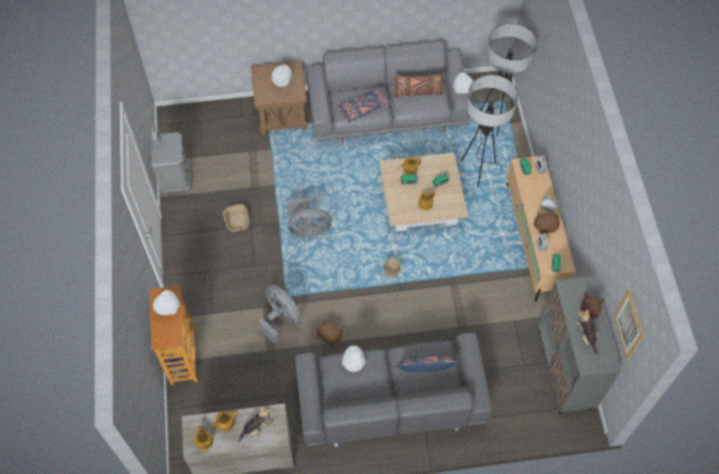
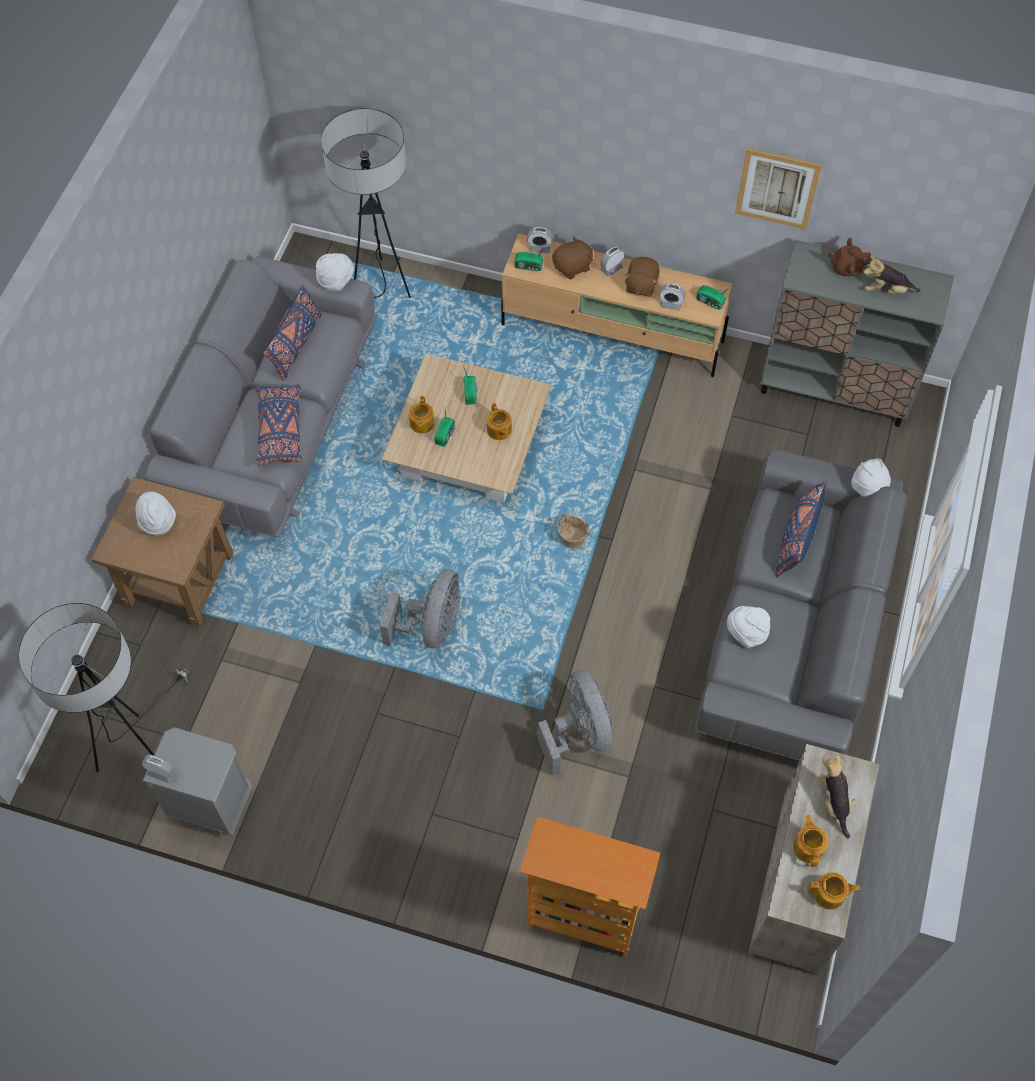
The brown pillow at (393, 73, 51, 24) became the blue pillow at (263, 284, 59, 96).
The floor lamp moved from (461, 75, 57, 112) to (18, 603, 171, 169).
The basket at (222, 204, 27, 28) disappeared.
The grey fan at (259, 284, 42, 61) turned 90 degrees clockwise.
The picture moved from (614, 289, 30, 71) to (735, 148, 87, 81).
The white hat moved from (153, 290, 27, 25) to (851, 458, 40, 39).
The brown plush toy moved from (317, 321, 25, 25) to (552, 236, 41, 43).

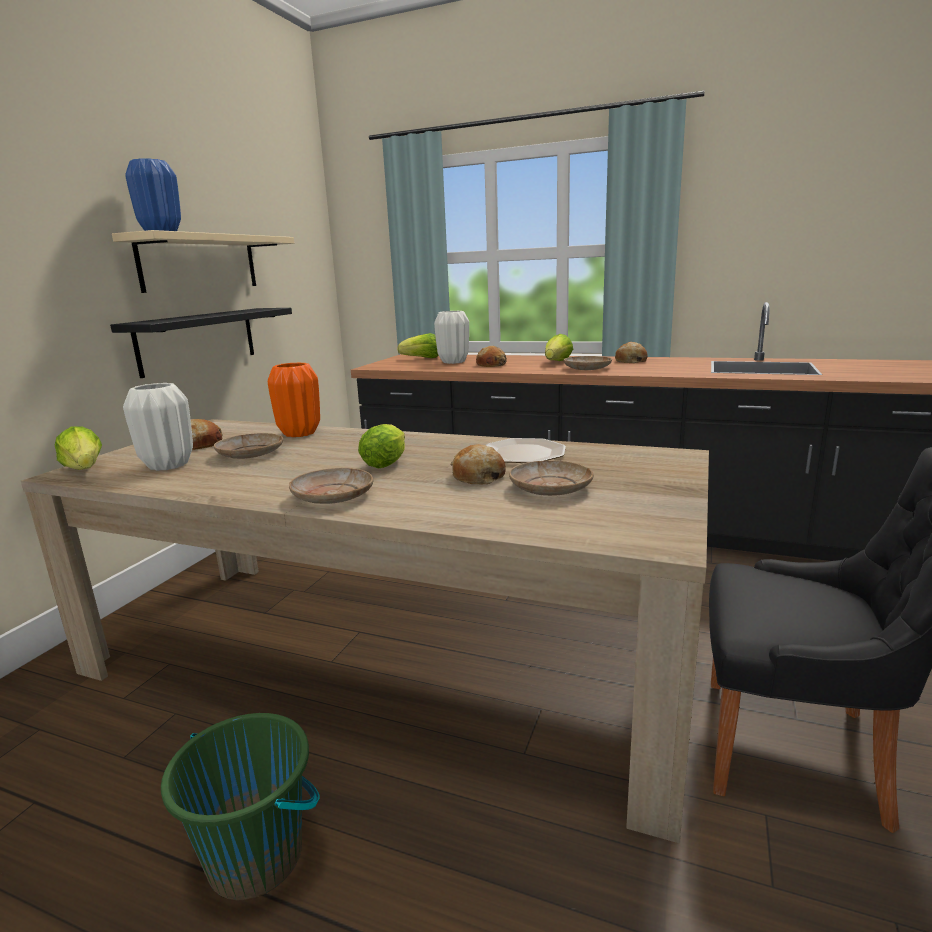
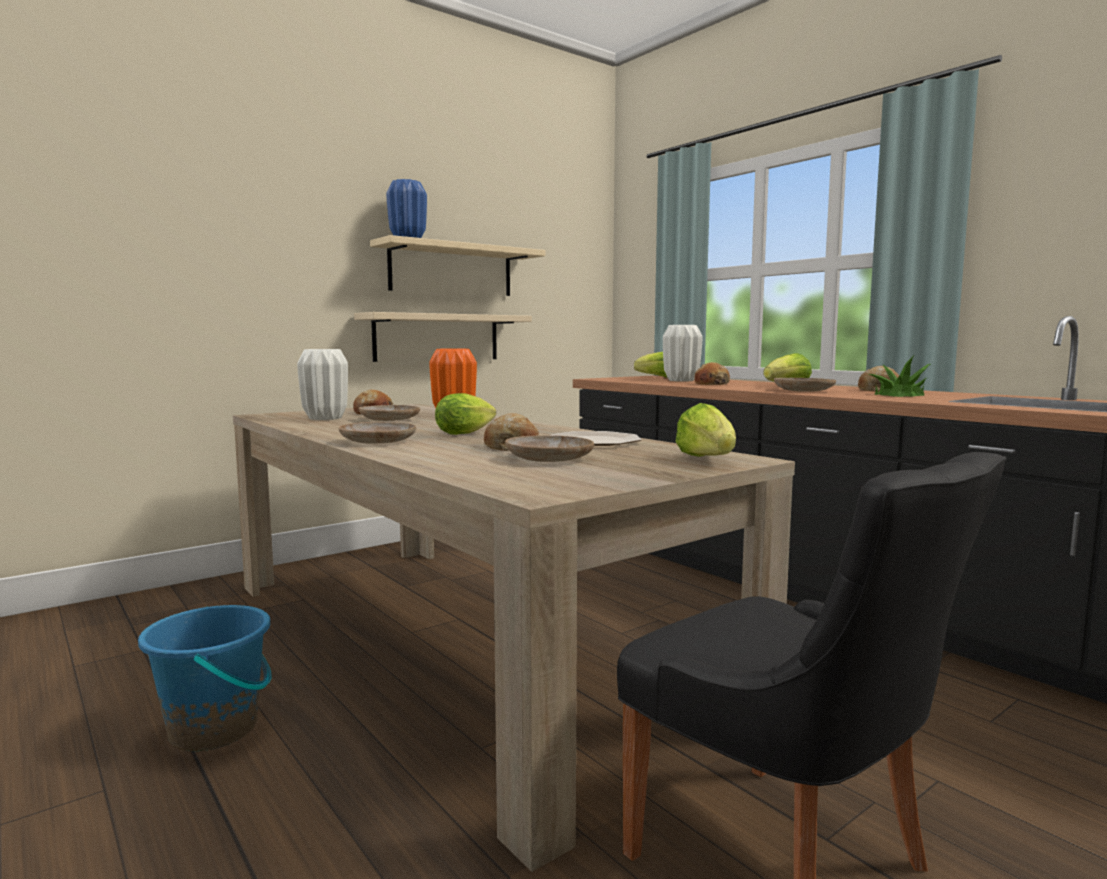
The black shelf at (110, 308, 182, 70) became the beige shelf at (354, 312, 178, 50).
The lettuce moved from (55, 427, 47, 43) to (675, 403, 61, 54).
The green bucket at (161, 713, 159, 187) became the blue bucket at (138, 605, 134, 146).
The potted plant at (868, 356, 63, 41) appeared.

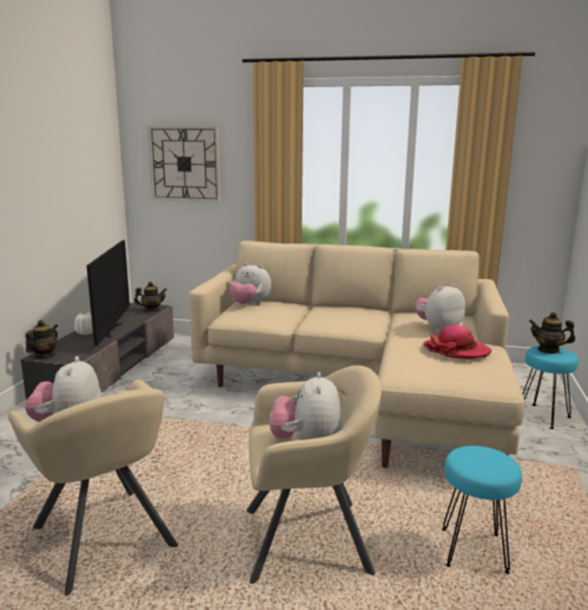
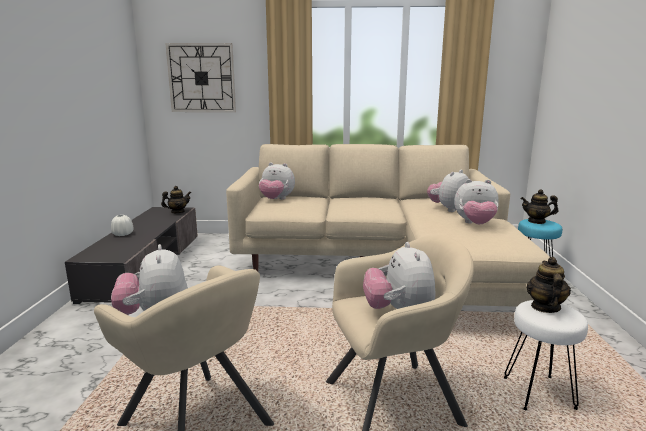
The television at (87, 240, 43, 106) disappeared.
The teapot moved from (25, 320, 33, 39) to (526, 257, 45, 56).
The hat at (423, 325, 69, 34) was replaced by the plush toy at (455, 179, 44, 45).
The turquoise stool at (442, 446, 80, 128) became the white stool at (504, 300, 84, 110).

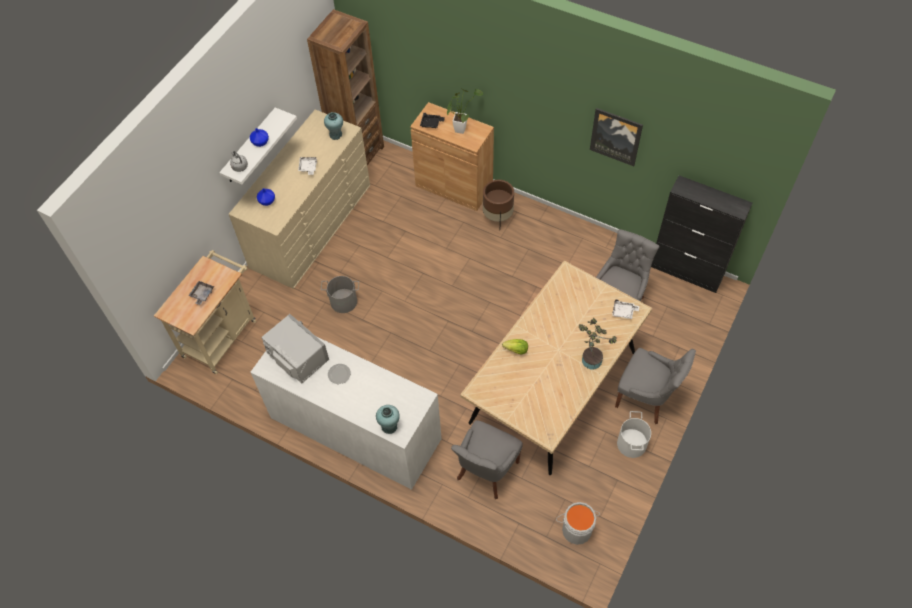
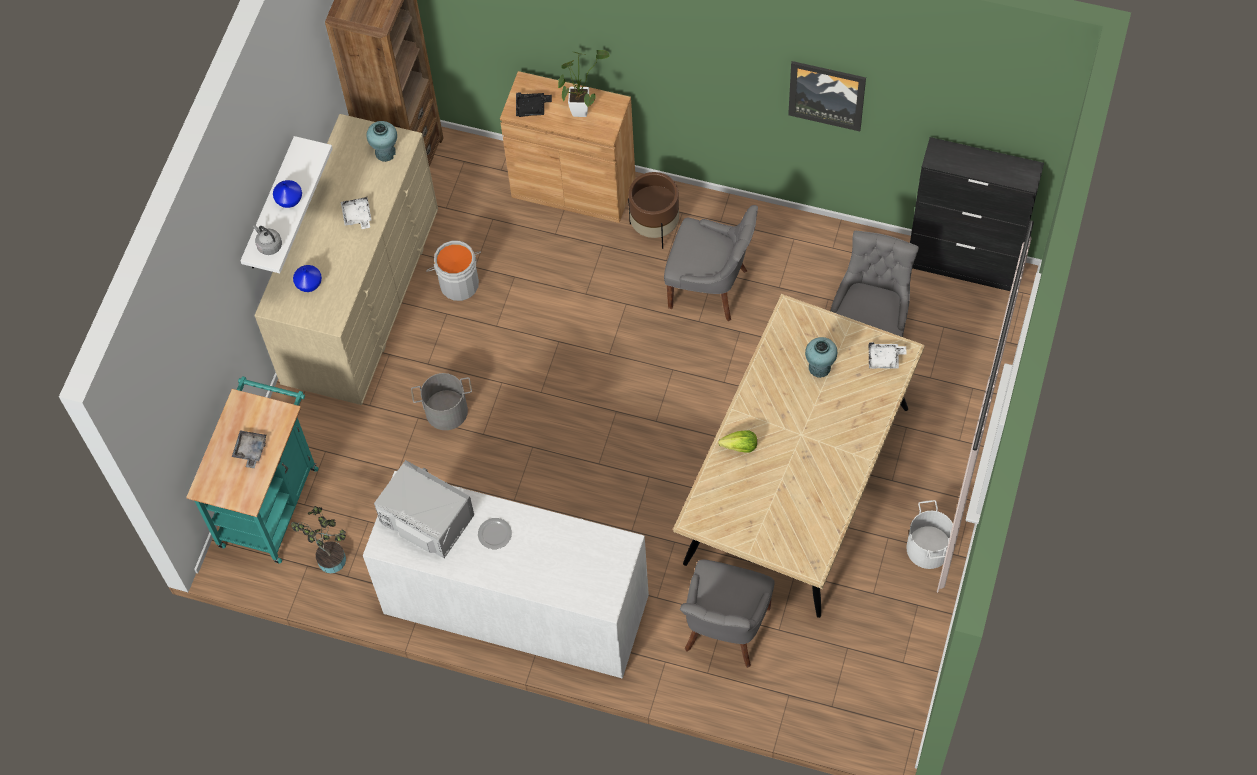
The beige cart at (154, 250, 102, 124) became the turquoise cart at (186, 376, 133, 187).
The potted plant moved from (579, 318, 38, 52) to (291, 506, 55, 67).
The grey chair moved from (615, 348, 81, 76) to (664, 205, 94, 116).
The turquoise vase moved from (376, 405, 24, 29) to (805, 337, 32, 41).
The grey bucket moved from (556, 502, 44, 43) to (426, 241, 55, 60).

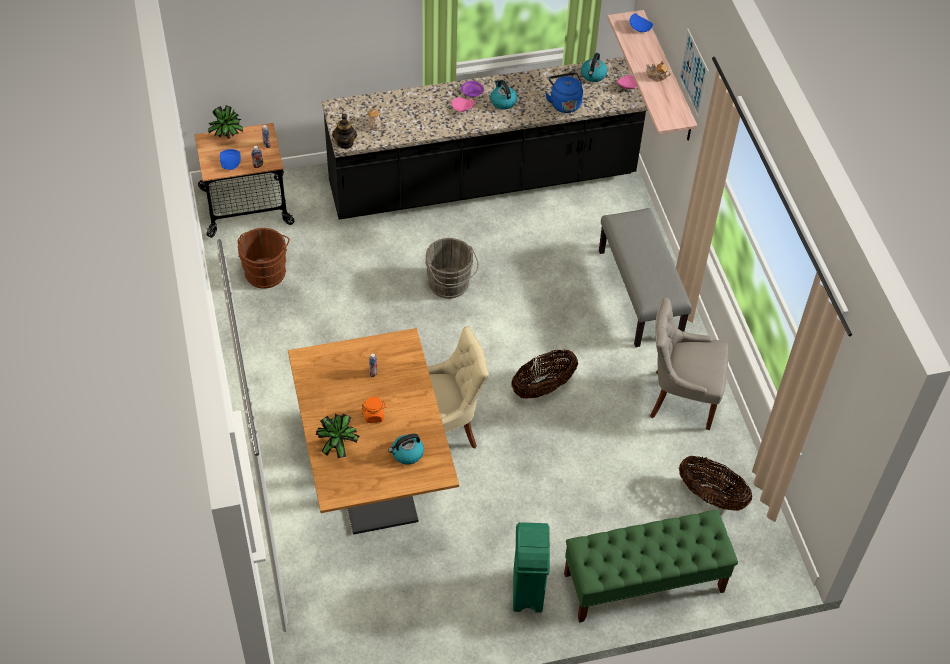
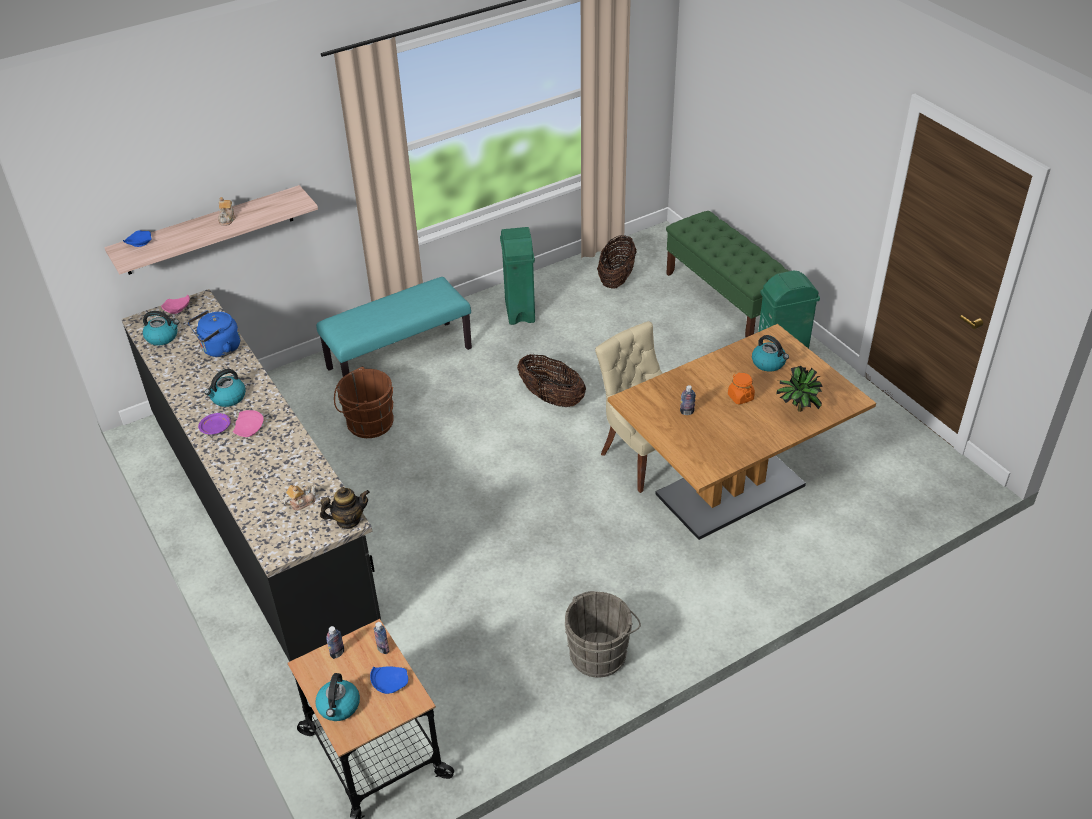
The picture at (679, 28, 30, 91) disappeared.
The potted plant at (208, 105, 35, 34) was replaced by the kettle at (315, 673, 45, 48).
The grey bench at (599, 208, 93, 139) became the turquoise bench at (316, 277, 156, 100).
The brown bucket moved from (237, 228, 53, 61) to (334, 367, 60, 71).
The grey bucket moved from (425, 238, 54, 61) to (565, 591, 76, 87).
The grey chair at (650, 297, 78, 133) was replaced by the green trash can at (500, 227, 35, 98).

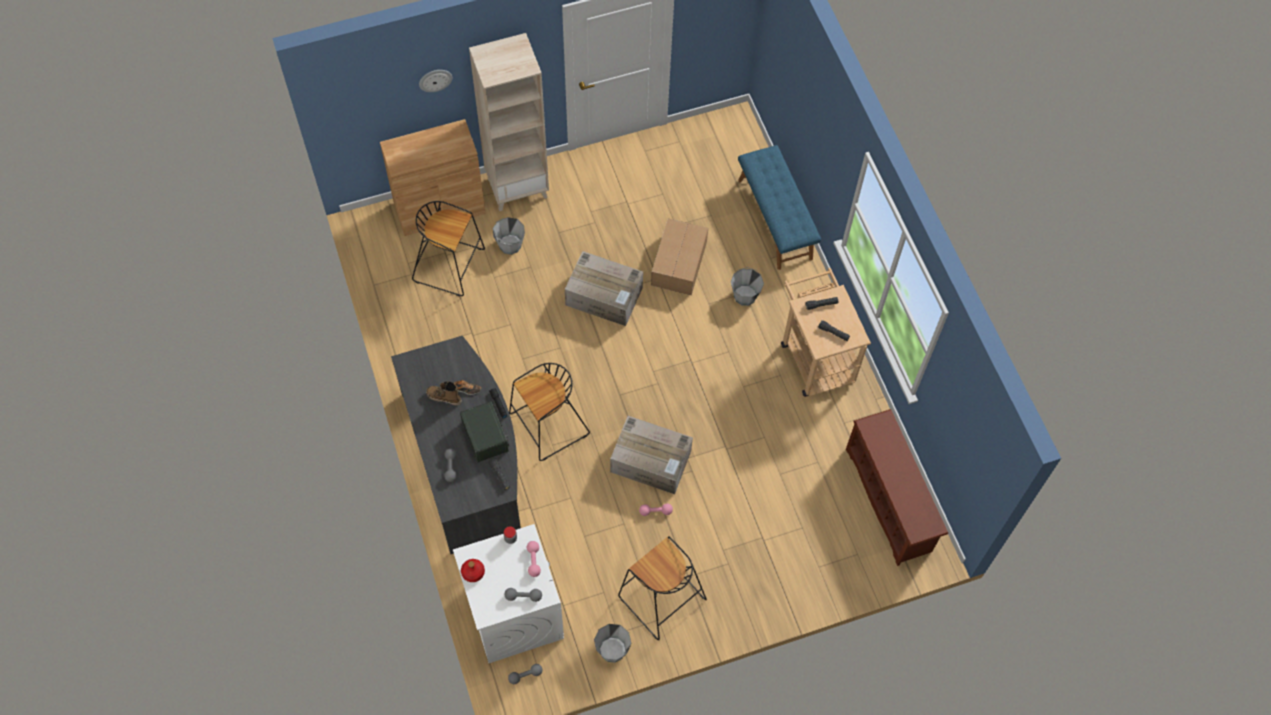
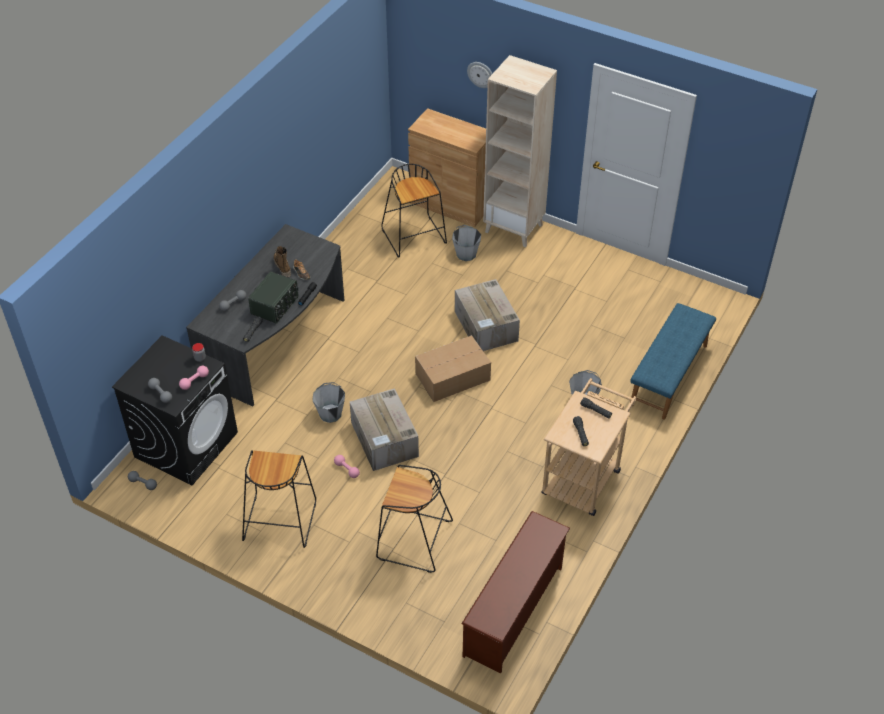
The cardboard box moved from (651, 219, 57, 76) to (415, 335, 76, 67).
The black stool moved from (509, 363, 81, 98) to (376, 465, 77, 108).
The white washing machine at (453, 524, 111, 139) became the black washing machine at (112, 335, 126, 150).
The red bottle at (461, 559, 24, 23) disappeared.
The grey bucket moved from (594, 624, 37, 39) to (312, 382, 33, 41).

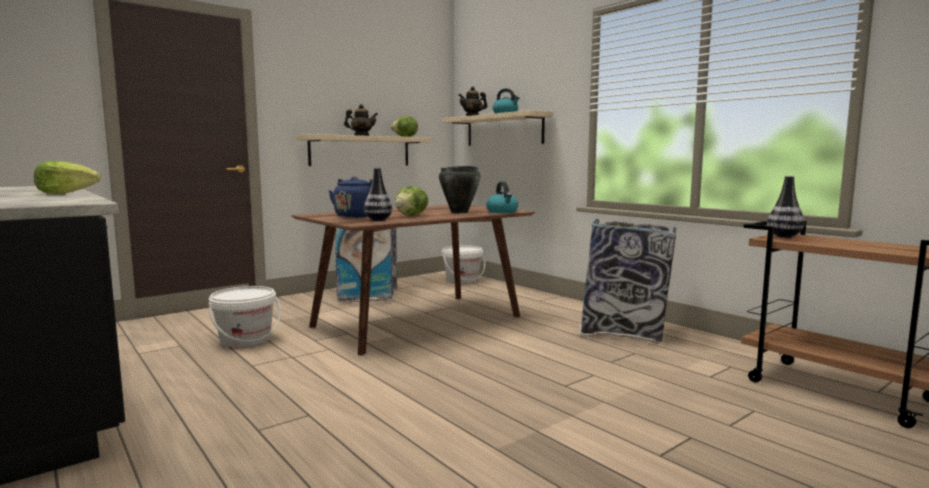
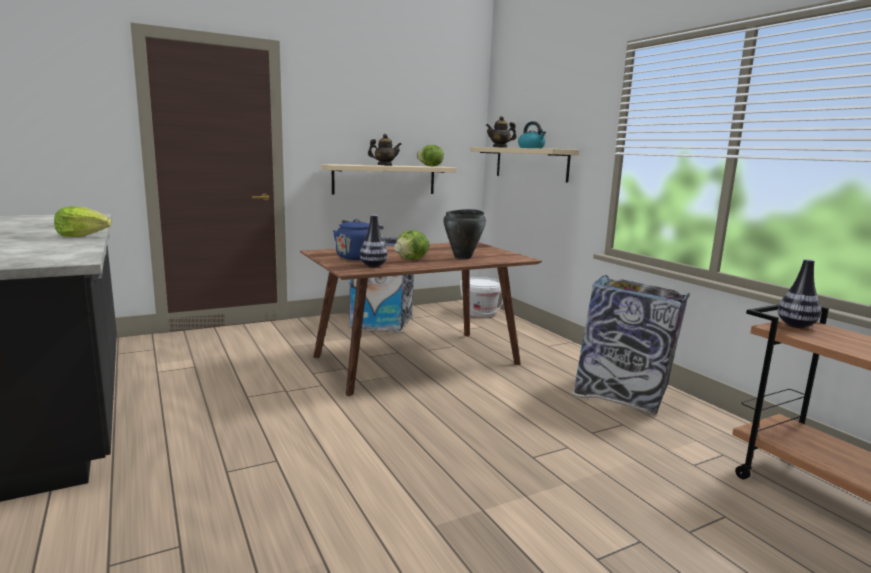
The kettle at (486, 181, 32, 32) disappeared.
The white bucket at (209, 286, 72, 62) disappeared.

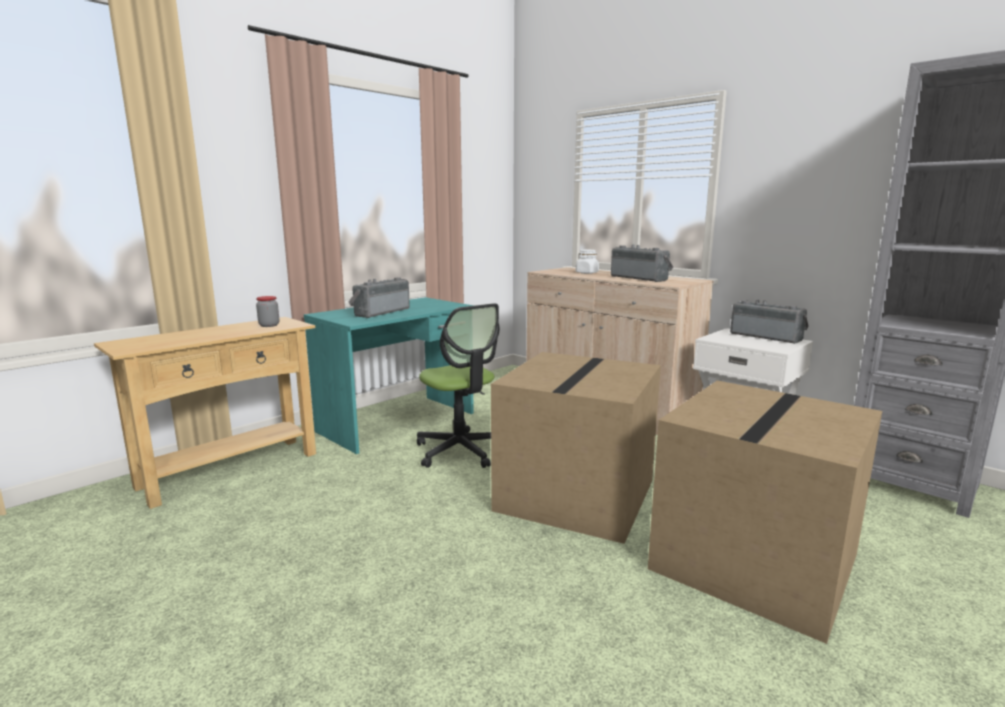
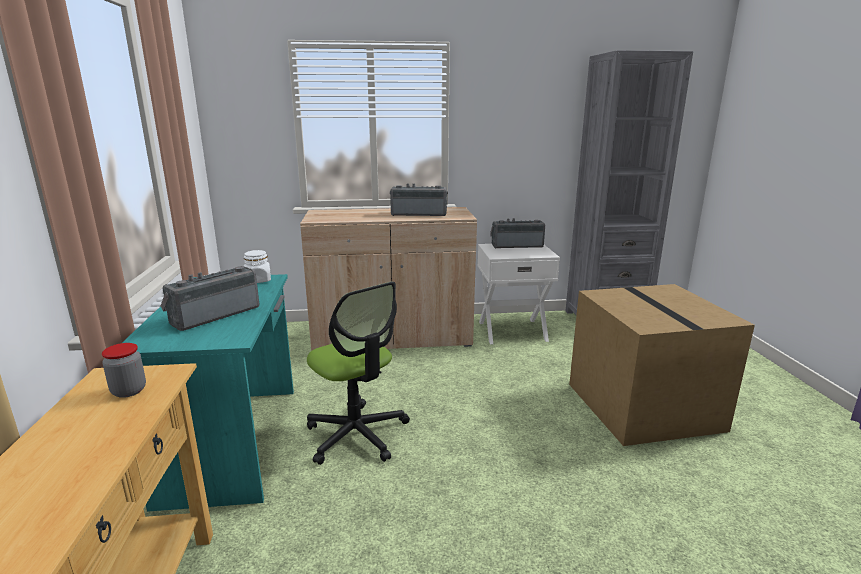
The white jar moved from (576, 250, 23, 24) to (243, 250, 28, 33).
The radio at (348, 277, 62, 41) turned 60 degrees clockwise.
The office chair at (417, 303, 83, 165) turned 45 degrees clockwise.
The cardboard box at (491, 352, 170, 192) disappeared.

